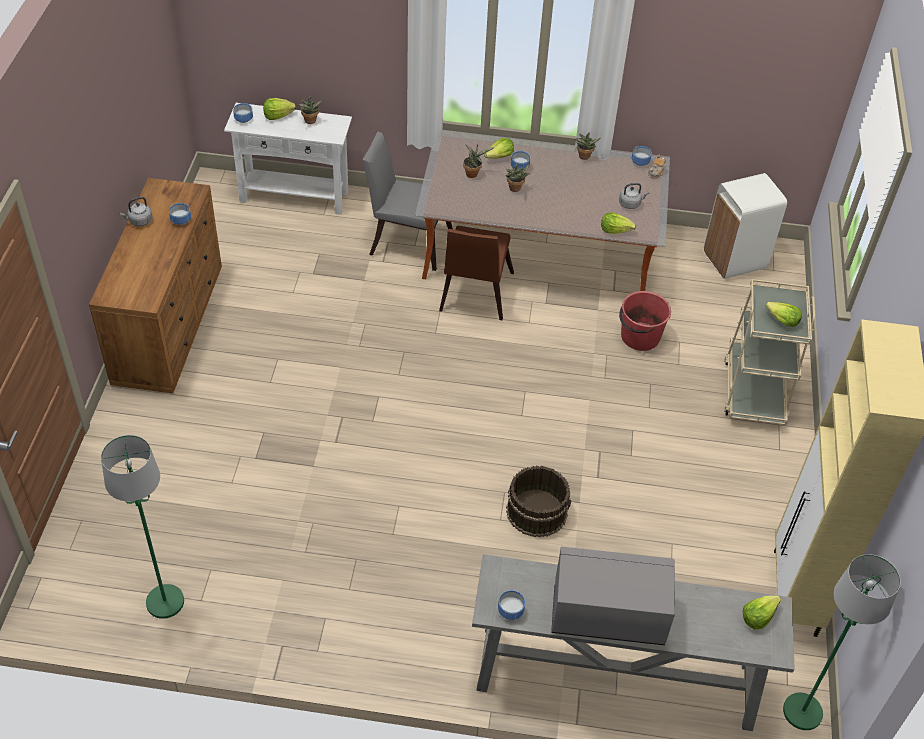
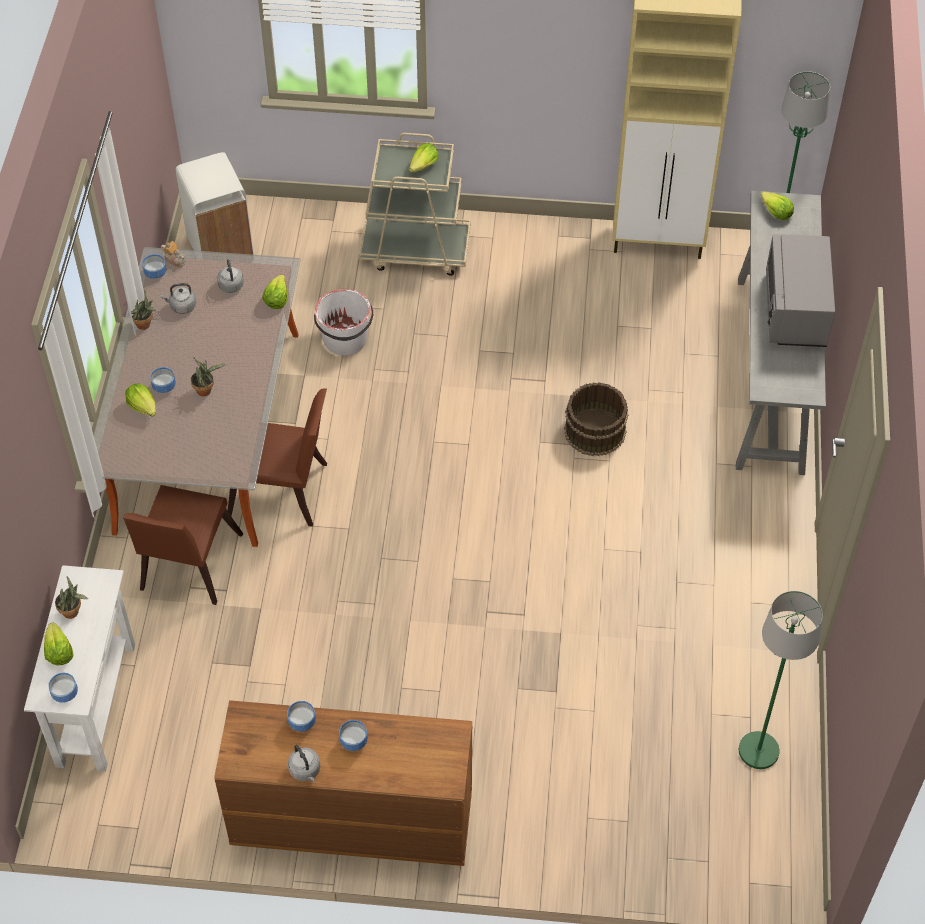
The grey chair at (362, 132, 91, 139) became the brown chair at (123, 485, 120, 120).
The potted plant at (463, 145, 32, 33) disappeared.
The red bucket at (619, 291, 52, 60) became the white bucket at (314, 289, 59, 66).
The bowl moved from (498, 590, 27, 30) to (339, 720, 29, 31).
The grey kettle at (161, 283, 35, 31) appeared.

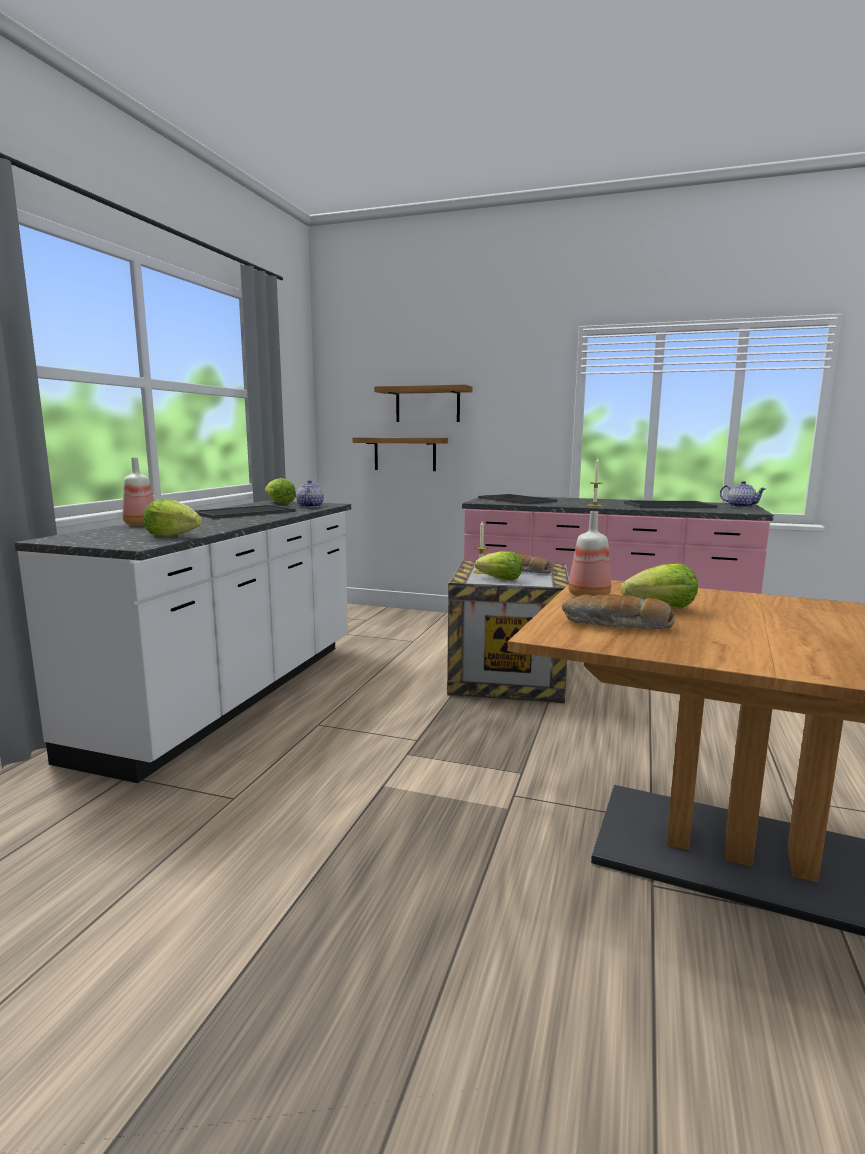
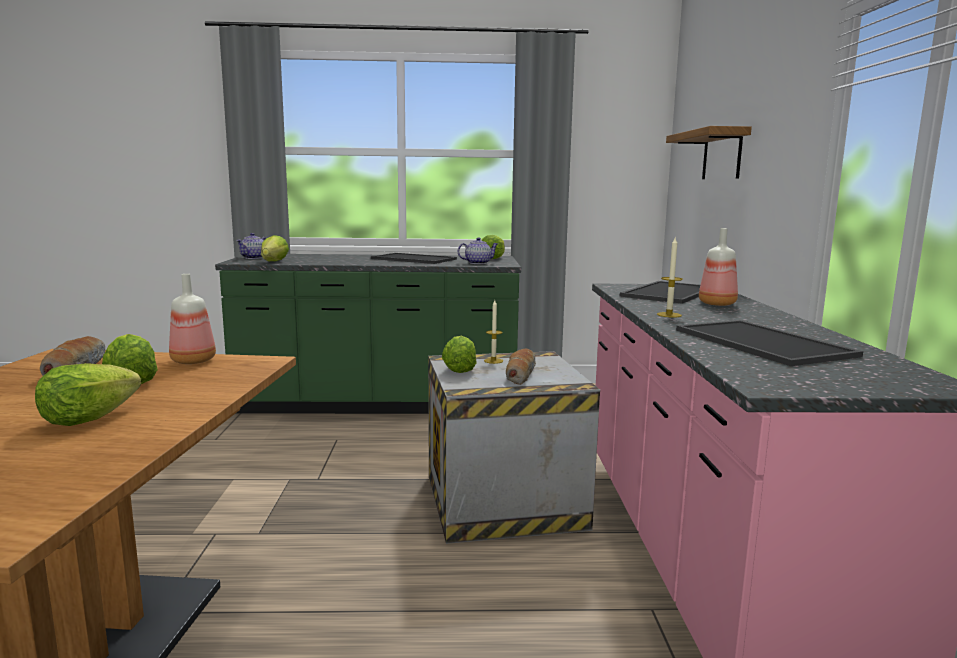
The shelf at (352, 437, 96, 34) disappeared.
The bottle moved from (123, 457, 31, 69) to (699, 228, 39, 78).
The teapot moved from (720, 481, 46, 27) to (236, 233, 30, 26).
The white counter at (15, 501, 336, 282) became the green counter at (215, 254, 306, 160).
The lettuce at (35, 363, 106, 63) appeared.

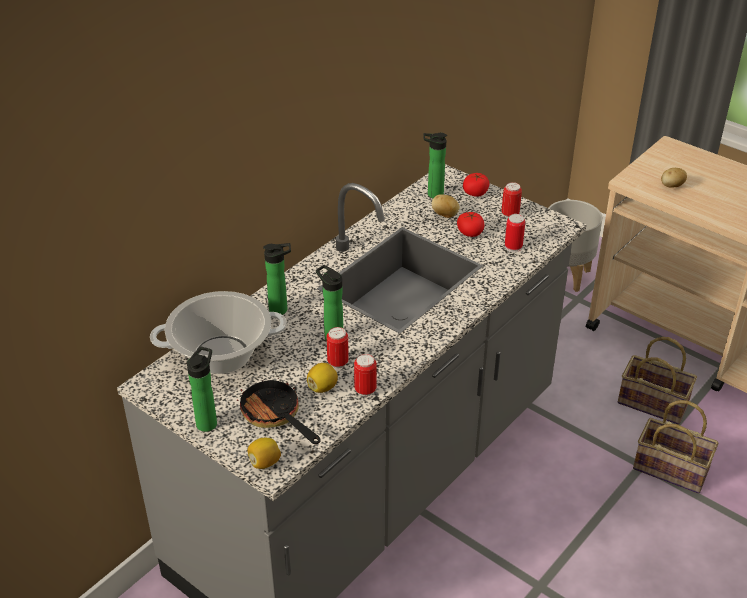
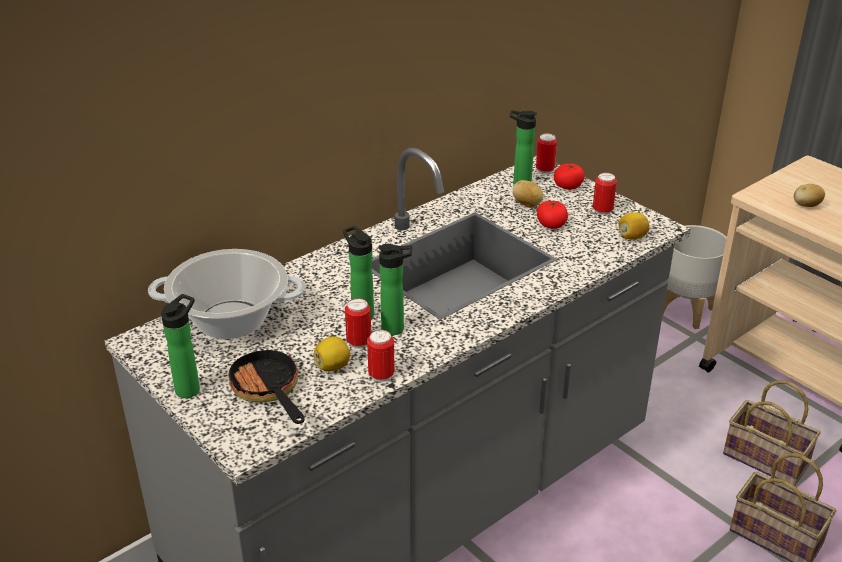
The can moved from (505, 214, 20, 38) to (536, 134, 21, 40).
The bottle moved from (263, 243, 28, 72) to (378, 244, 34, 91).
The lemon moved from (247, 438, 34, 31) to (619, 212, 31, 28).

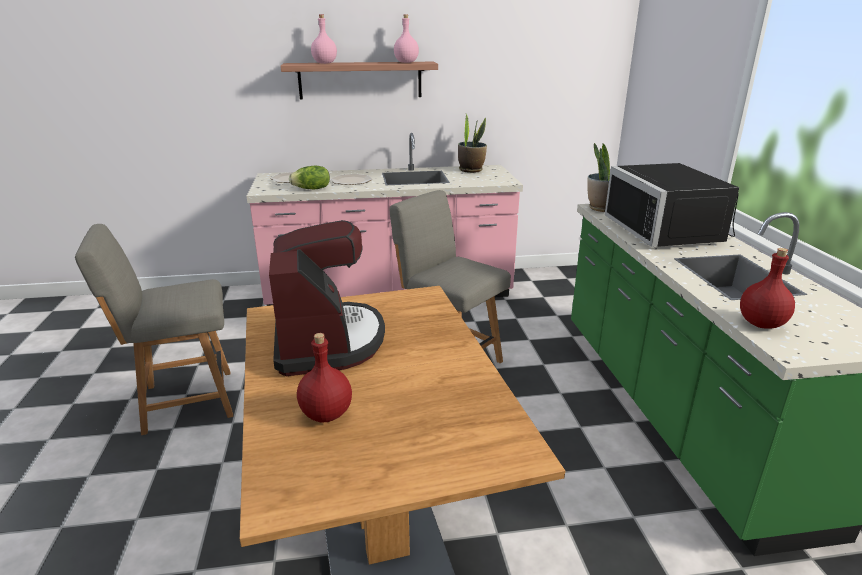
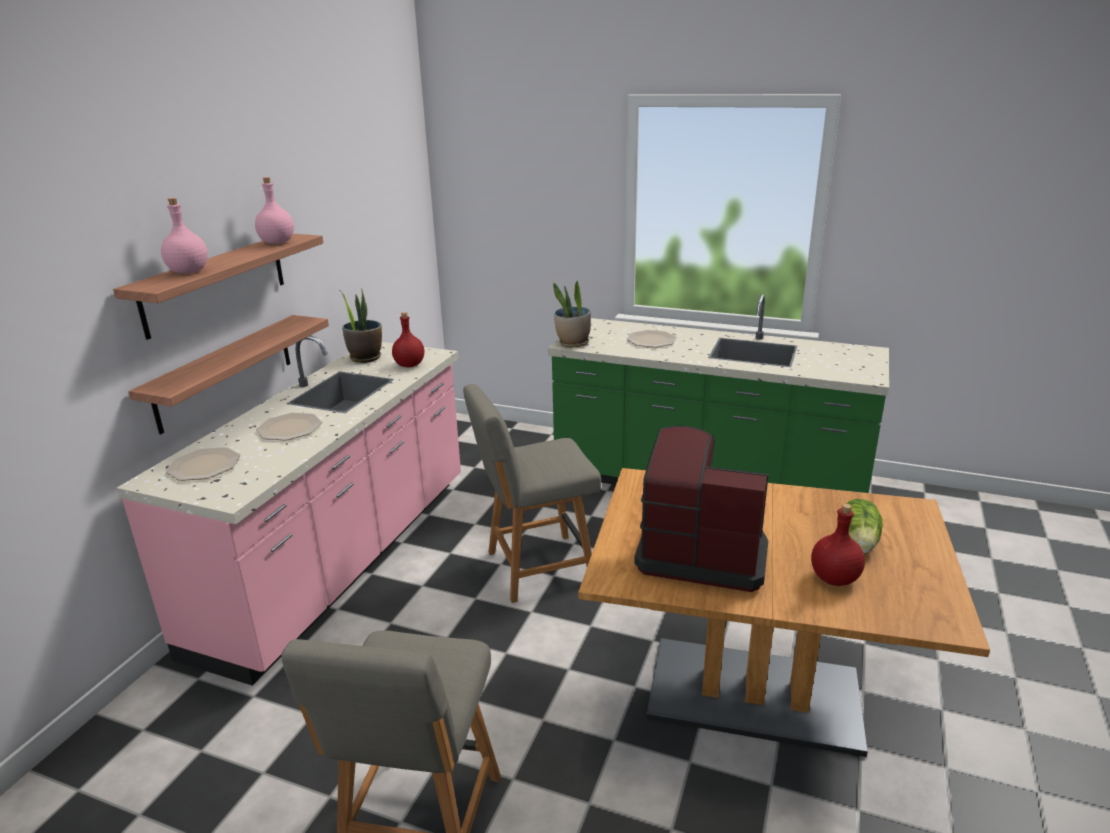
The black microwave at (605, 163, 134, 84) was replaced by the plate at (627, 330, 50, 17).
The lettuce moved from (289, 166, 41, 23) to (847, 499, 36, 54).
The red bottle moved from (740, 248, 55, 81) to (392, 312, 32, 55).
The shelf at (128, 315, 201, 119) appeared.

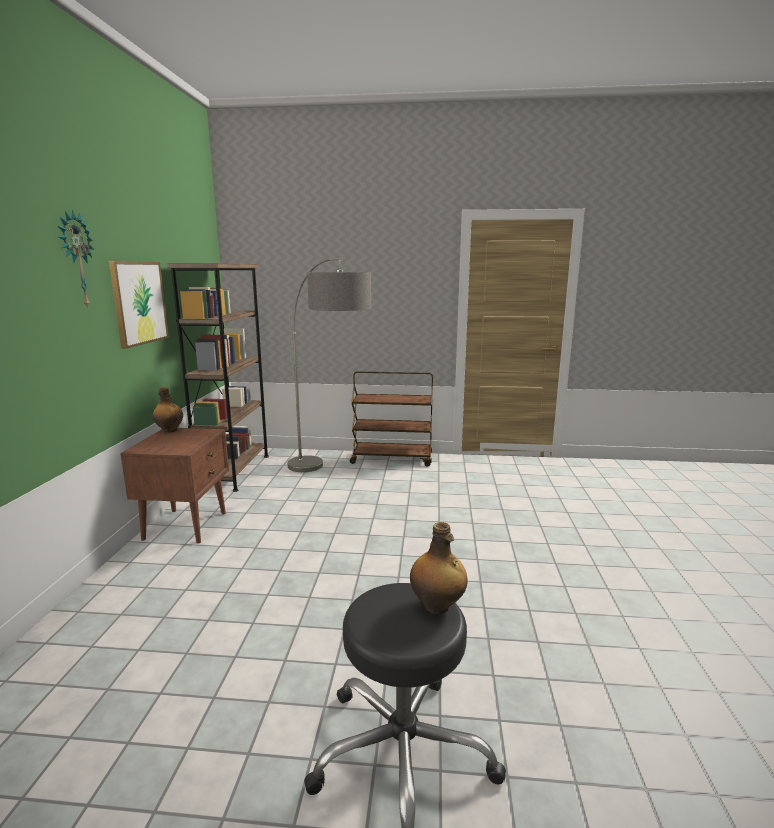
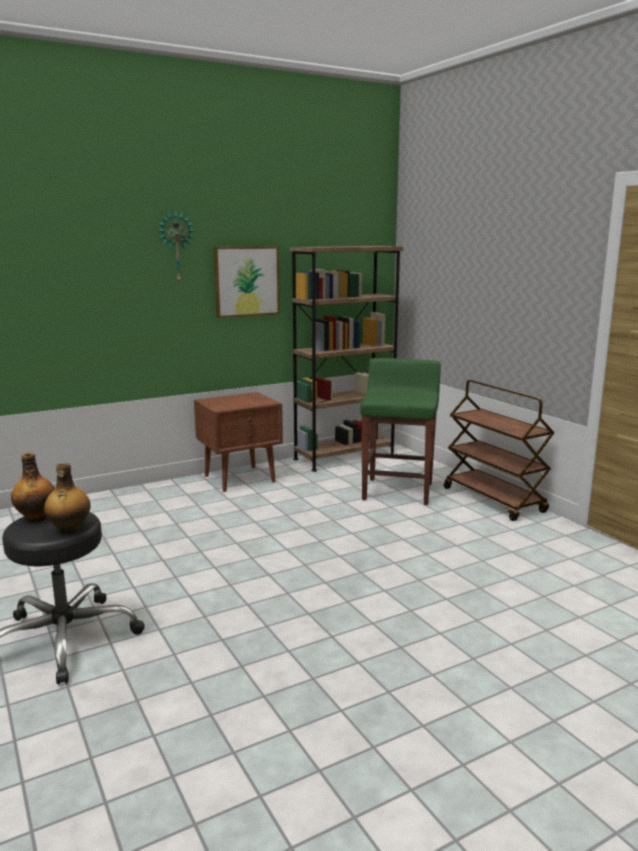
The floor lamp at (287, 258, 84, 214) was replaced by the green stool at (360, 358, 81, 147).
The bottle moved from (153, 387, 30, 46) to (11, 453, 44, 69).

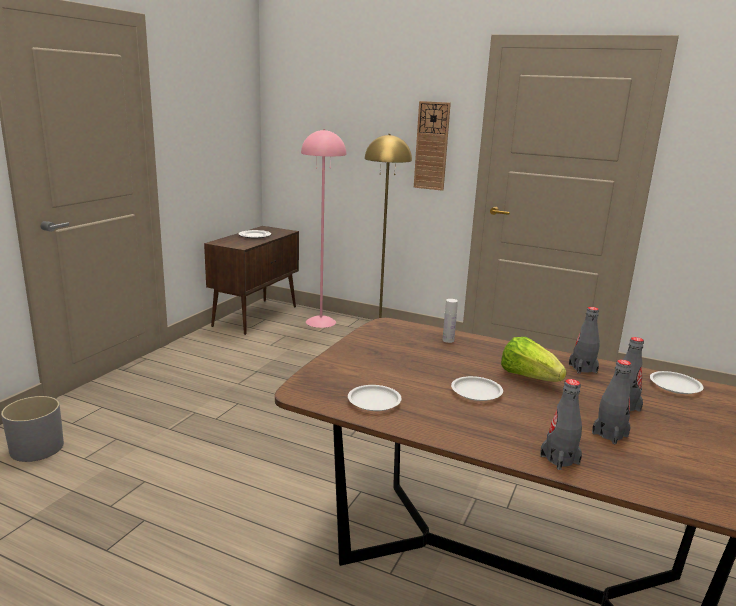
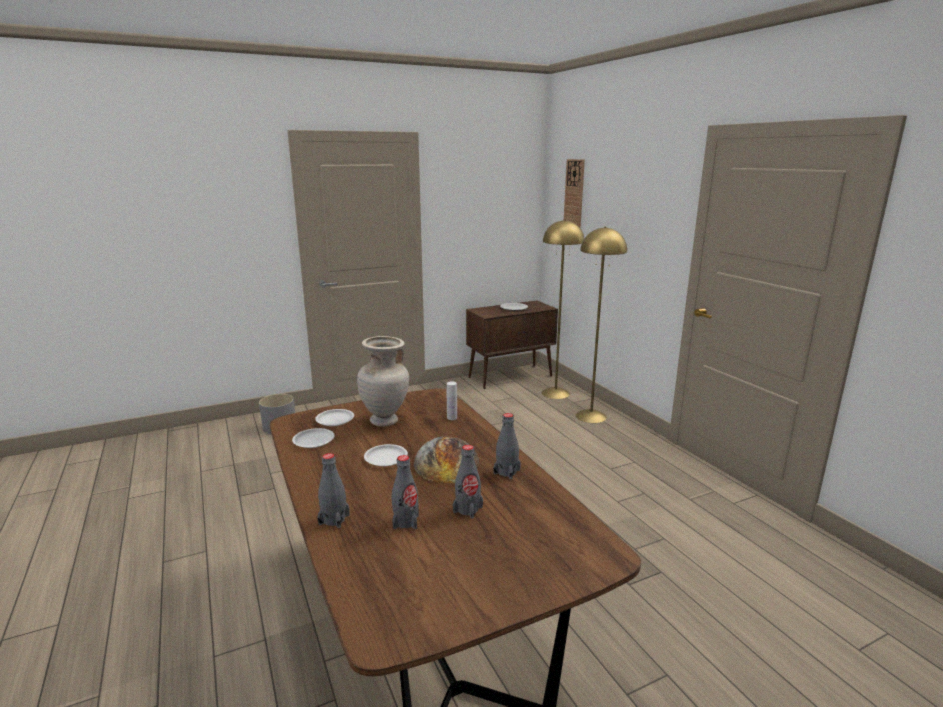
The wall clock moved from (414, 101, 37, 90) to (564, 159, 21, 69).
The pink floor lamp at (301, 129, 45, 199) became the yellow floor lamp at (542, 219, 42, 180).
The lettuce at (501, 337, 66, 45) was replaced by the bread at (414, 436, 65, 47).
The white plate moved from (650, 371, 54, 23) to (315, 409, 39, 17).
The beige vase at (357, 336, 52, 91) appeared.

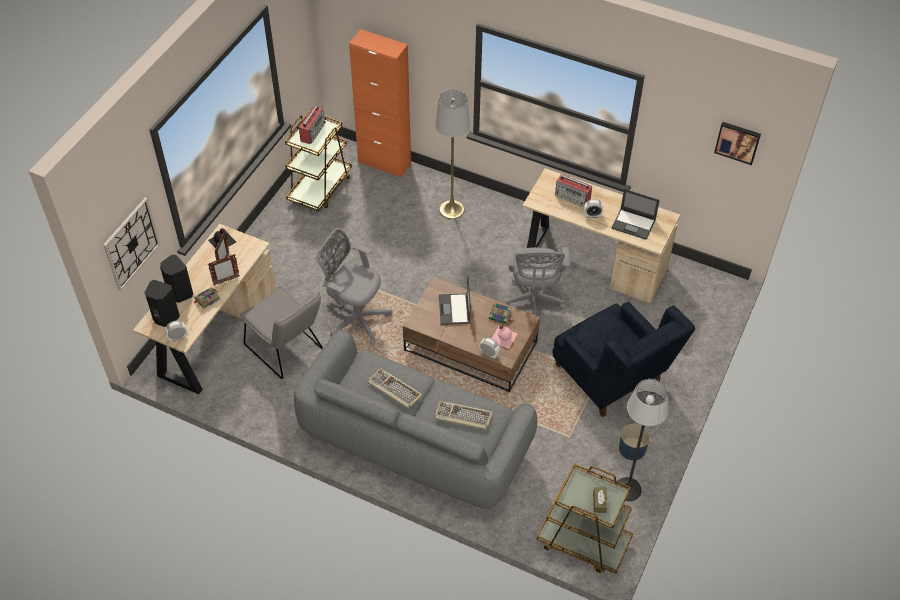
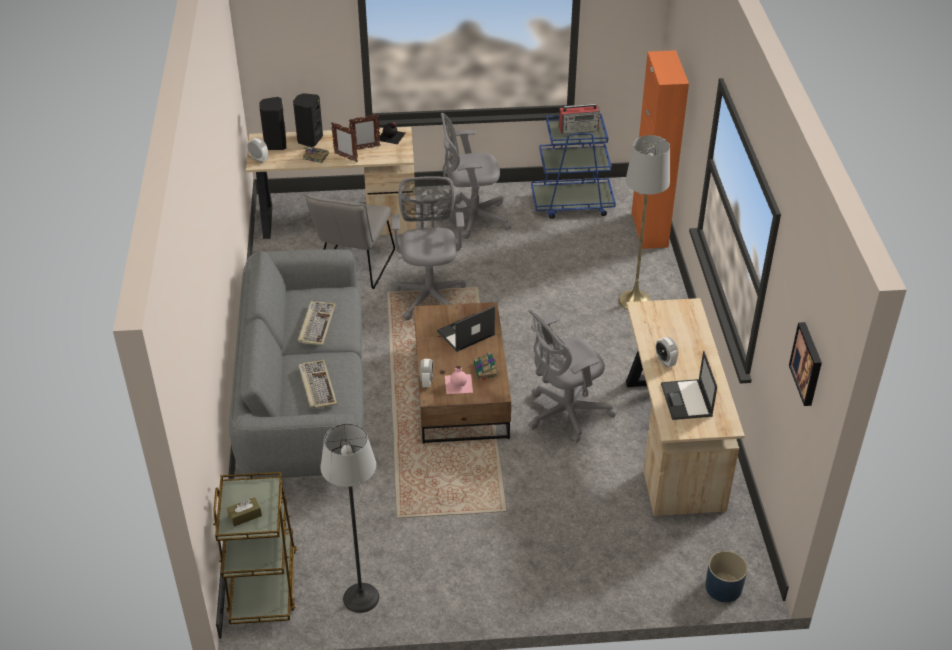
The brown cart at (285, 112, 67, 99) became the blue cart at (531, 114, 85, 105).
The radio at (555, 174, 37, 33) disappeared.
The wall clock at (103, 198, 57, 93) disappeared.
The blue armchair at (553, 302, 142, 115) disappeared.
The blue planter moved from (619, 424, 31, 37) to (705, 551, 43, 51).
The grey office chair at (439, 113, 72, 126) appeared.

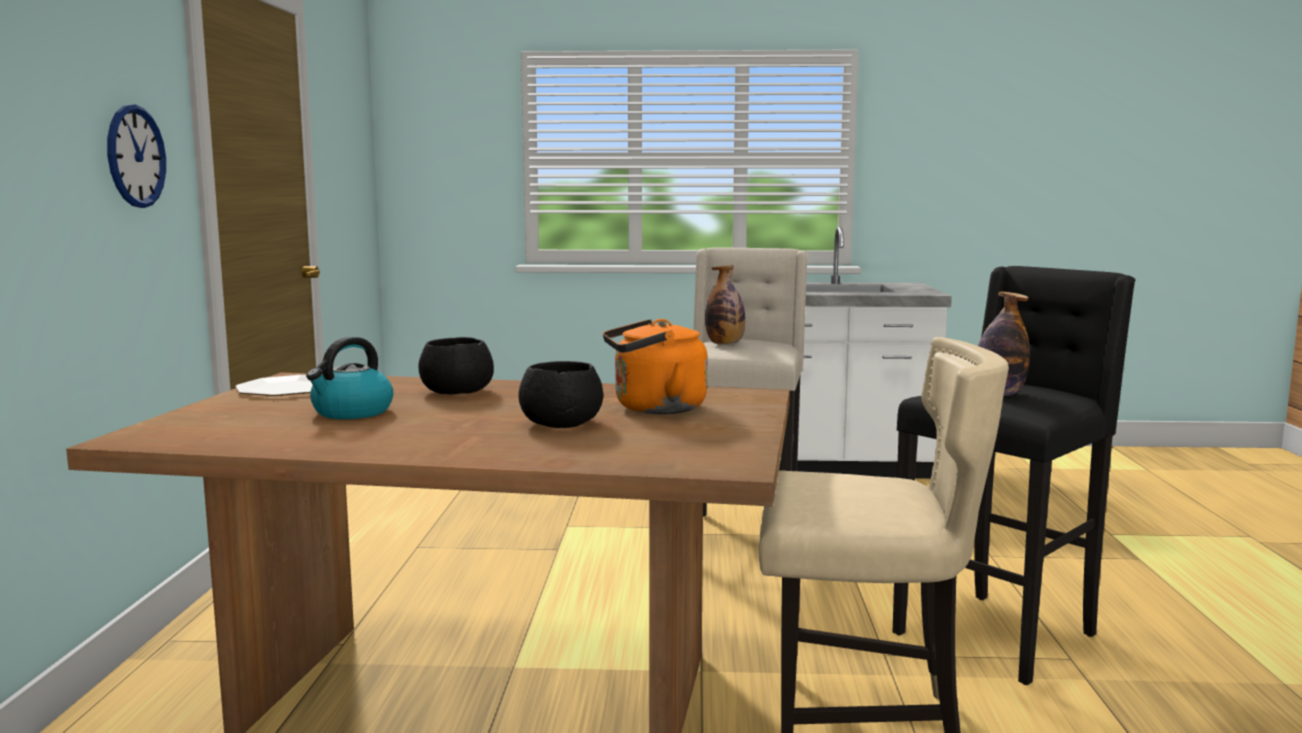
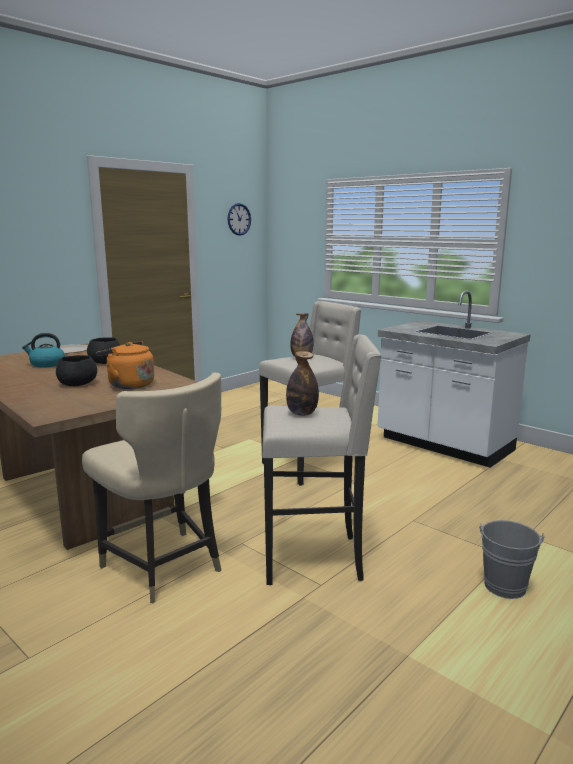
The wall clock moved from (107, 104, 59, 104) to (227, 203, 24, 33).
The black stool at (893, 266, 243, 419) became the beige stool at (262, 334, 120, 251).
The grey bucket at (479, 520, 65, 79) appeared.

